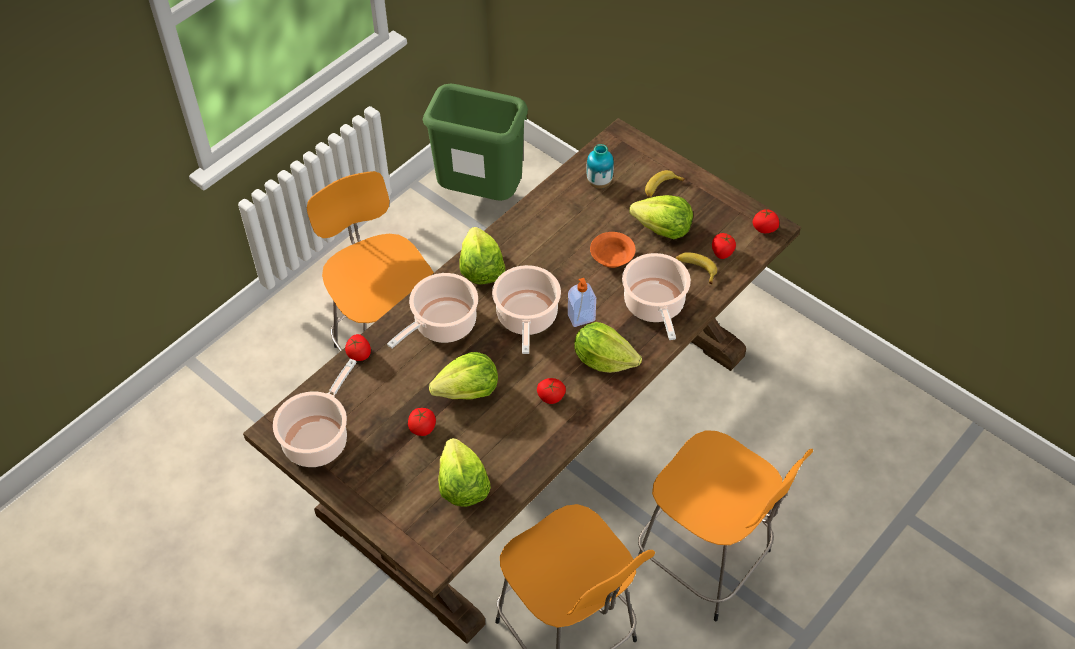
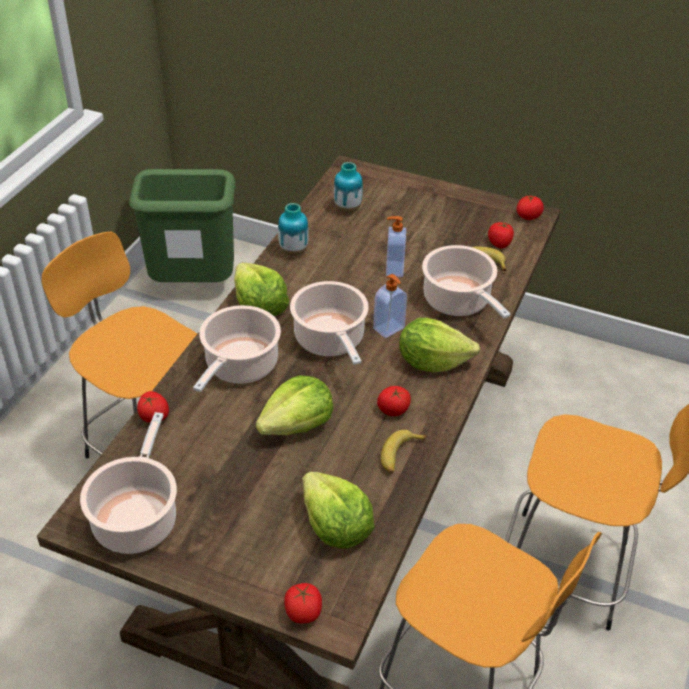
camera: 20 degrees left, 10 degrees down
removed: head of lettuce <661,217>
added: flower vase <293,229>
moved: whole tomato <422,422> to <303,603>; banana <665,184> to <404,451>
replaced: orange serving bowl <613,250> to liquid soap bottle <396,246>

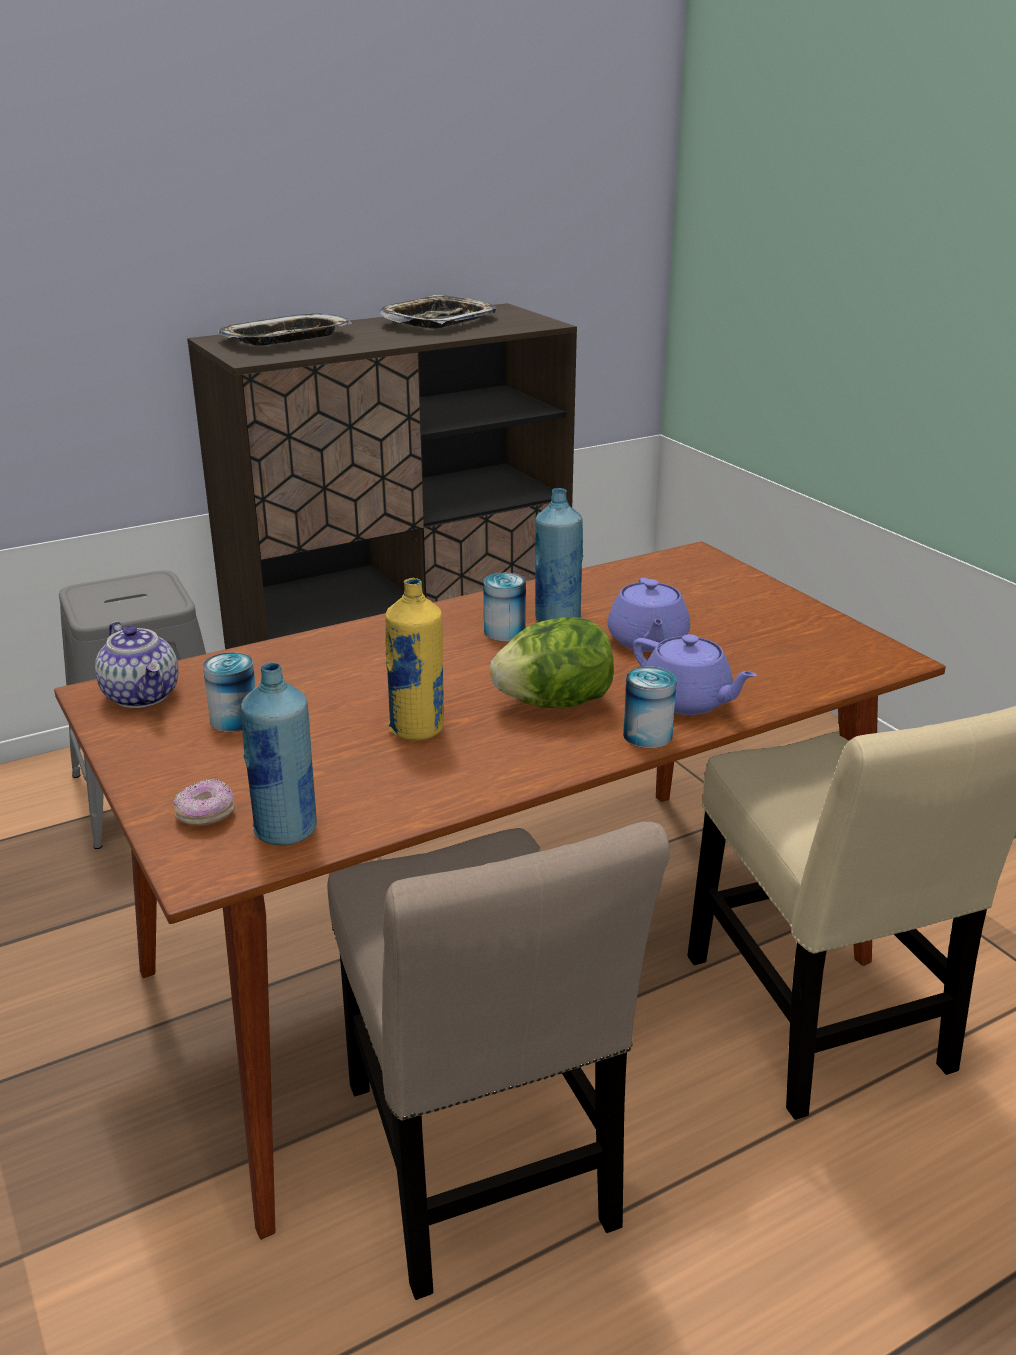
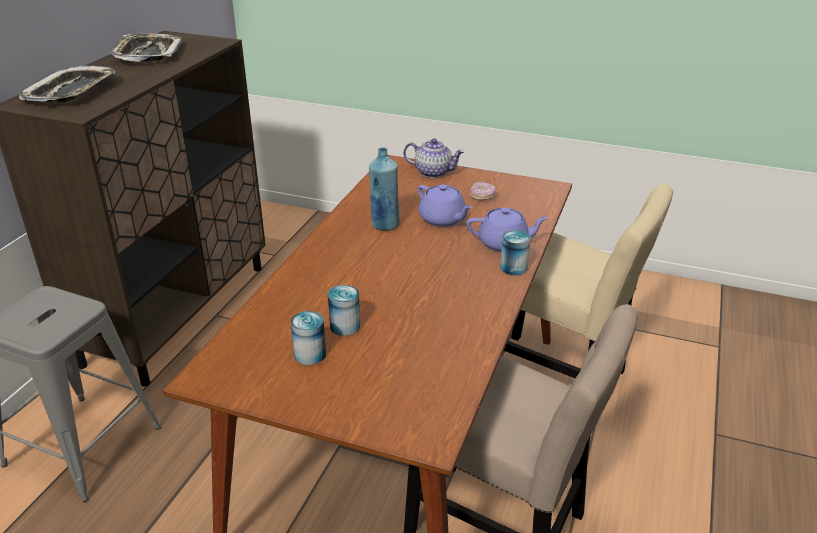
camera: 40 degrees left, 5 degrees up
removed: blue beverage bottle <279,753>; yellow beverage bottle <414,659>; head of lettuce <552,662>
moved: tea pot <136,665> to <434,158>; ring doughnut <204,802> to <483,191>; can <504,607> to <344,310>

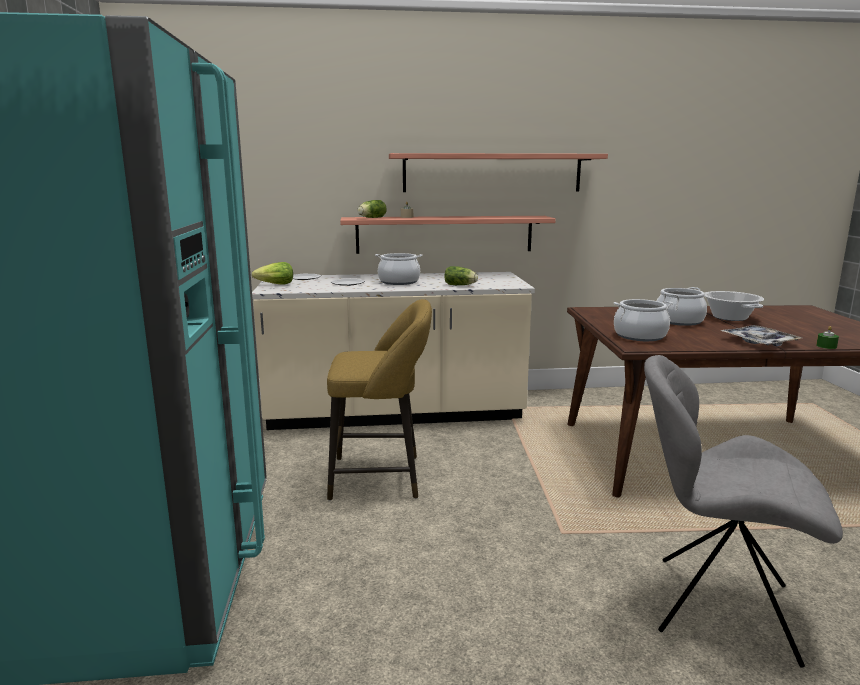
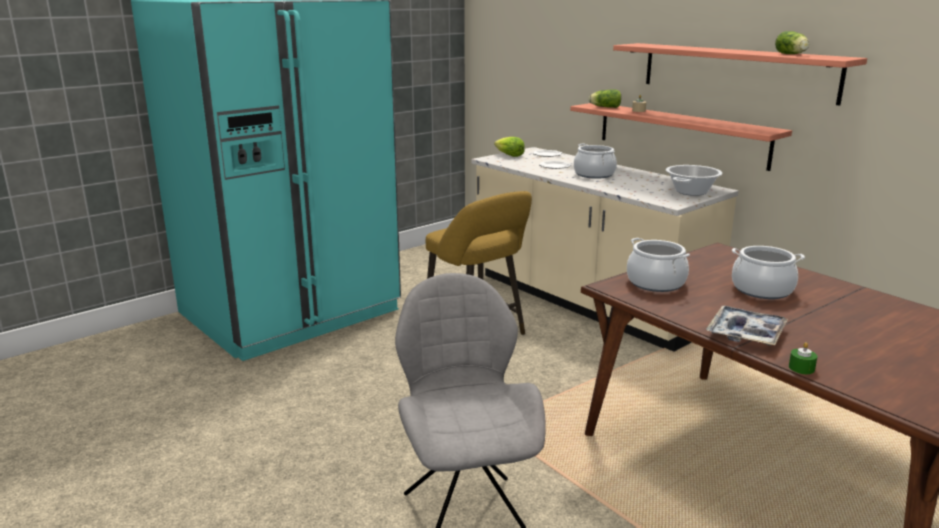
camera: 55 degrees right, 5 degrees up
moved: head of lettuce <461,275> to <792,42>; stockpot <734,306> to <694,180>

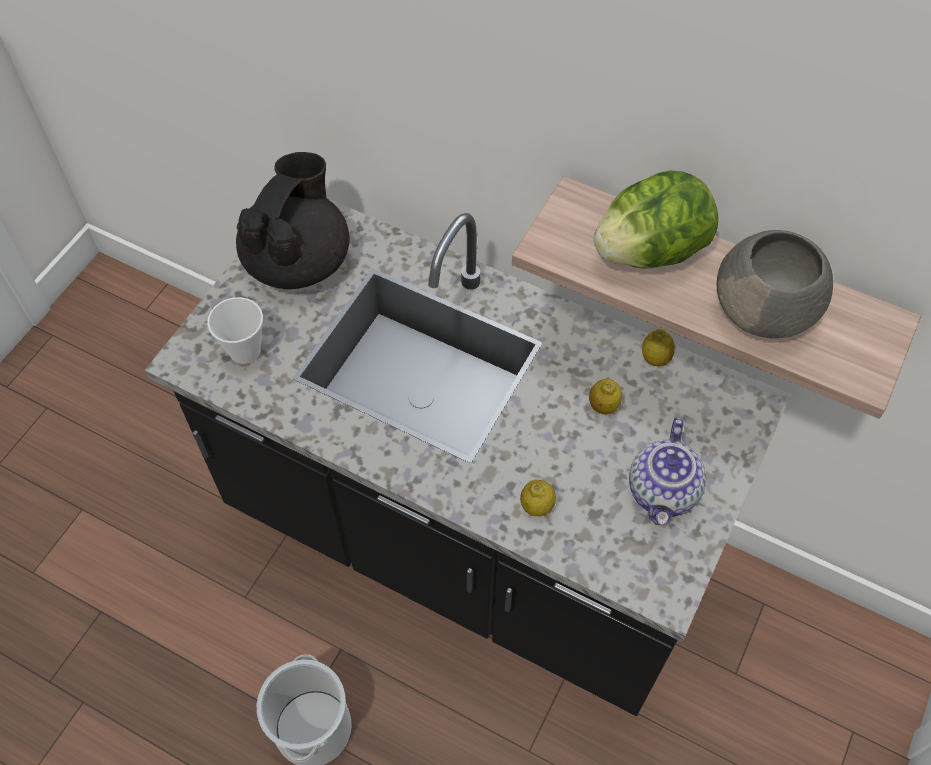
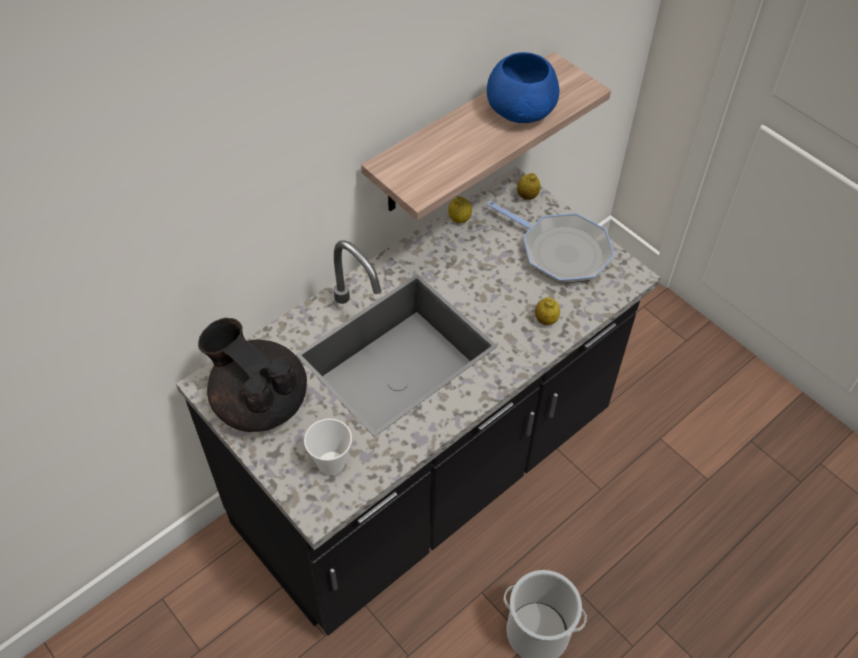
camera: 70 degrees left, 5 degrees down
removed: head of lettuce <656,219>
moved: whole lemon <605,396> to <528,186>
replaced: tea pot <667,471> to pan <550,242>
recoloured: gray serving bowl <775,284> to blue serving bowl <523,87>

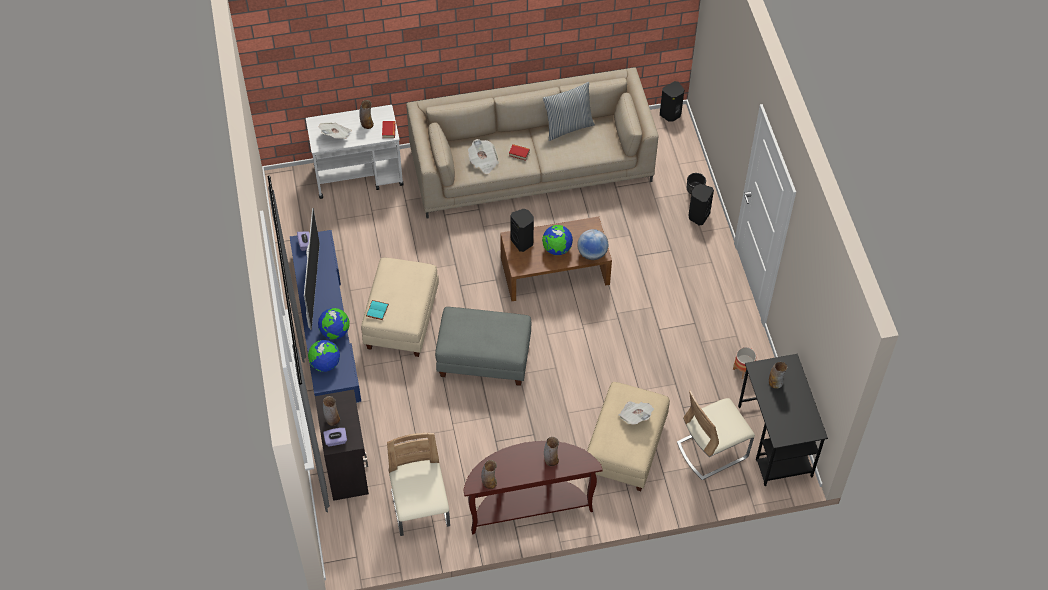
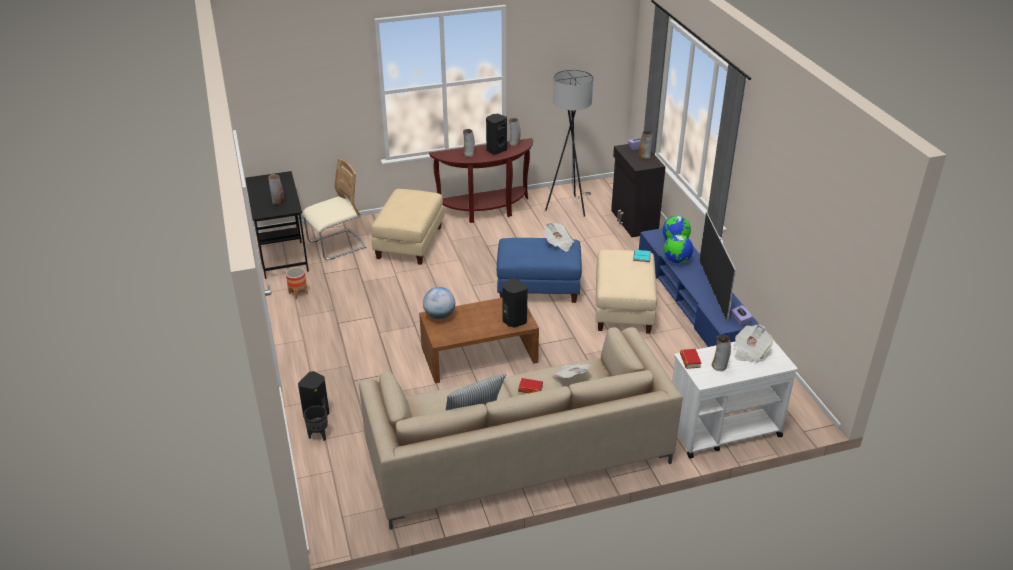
camera: 175 degrees right, 20 degrees down
removed: world globe <557,240>
moved: newspaper <636,413> to <559,237>; blackish audio speaker <672,101> to <496,134>
replaced: beige chair <418,484> to gray floor lamp <569,143>
recoloured: gray pouffe <483,346> to blue pouffe <539,270>

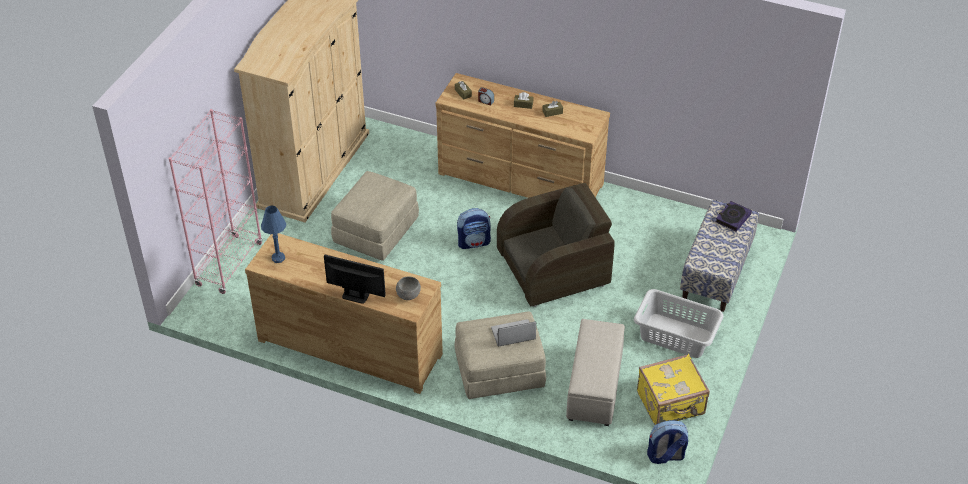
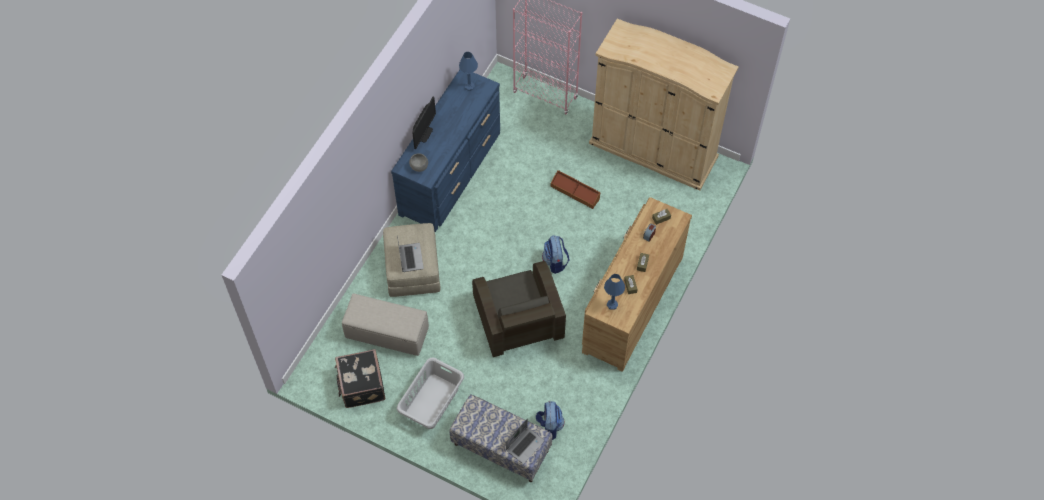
camera: 95 degrees right, 15 degrees up
added: blue tabletop lamp <614,292>
moved: knapsack <667,442> to <550,420>
replaced: beige pouffe <375,216> to brown-coloured storage box <575,189>; book <733,216> to portable computer <525,441>
recoloured: brown-coloured chest of drawers <344,313> to blue chest of drawers <445,151>; yellow piece of luggage <673,389> to blackish piece of luggage <360,378>

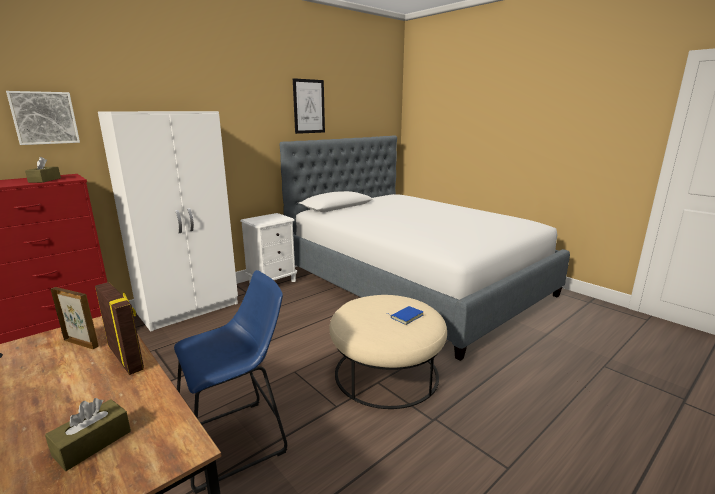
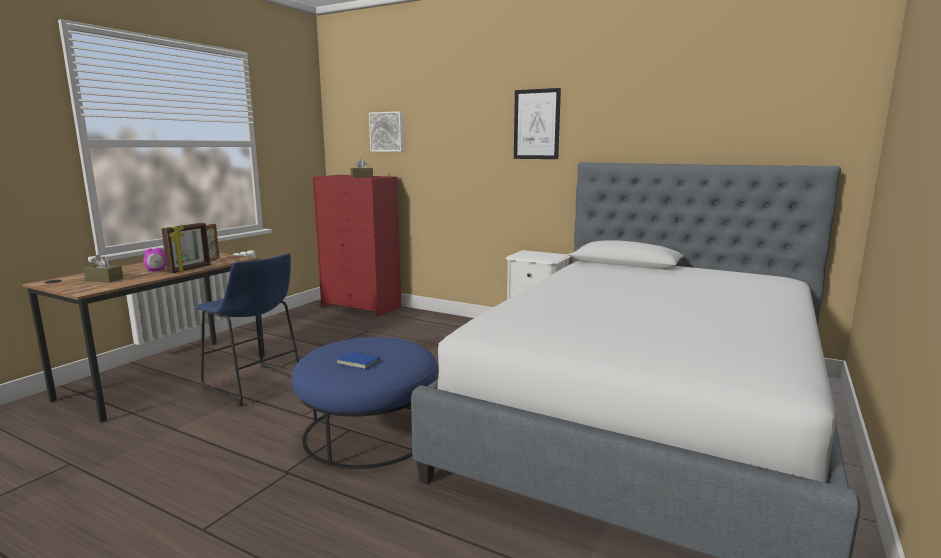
camera: 70 degrees right, 5 degrees down
removed: white clothes cupboard <168,221>
added: bedside clock <154,260>
moved: wall picture <309,106> to <537,123>
recoloured: beige pouffe <388,352> to blue pouffe <364,403>

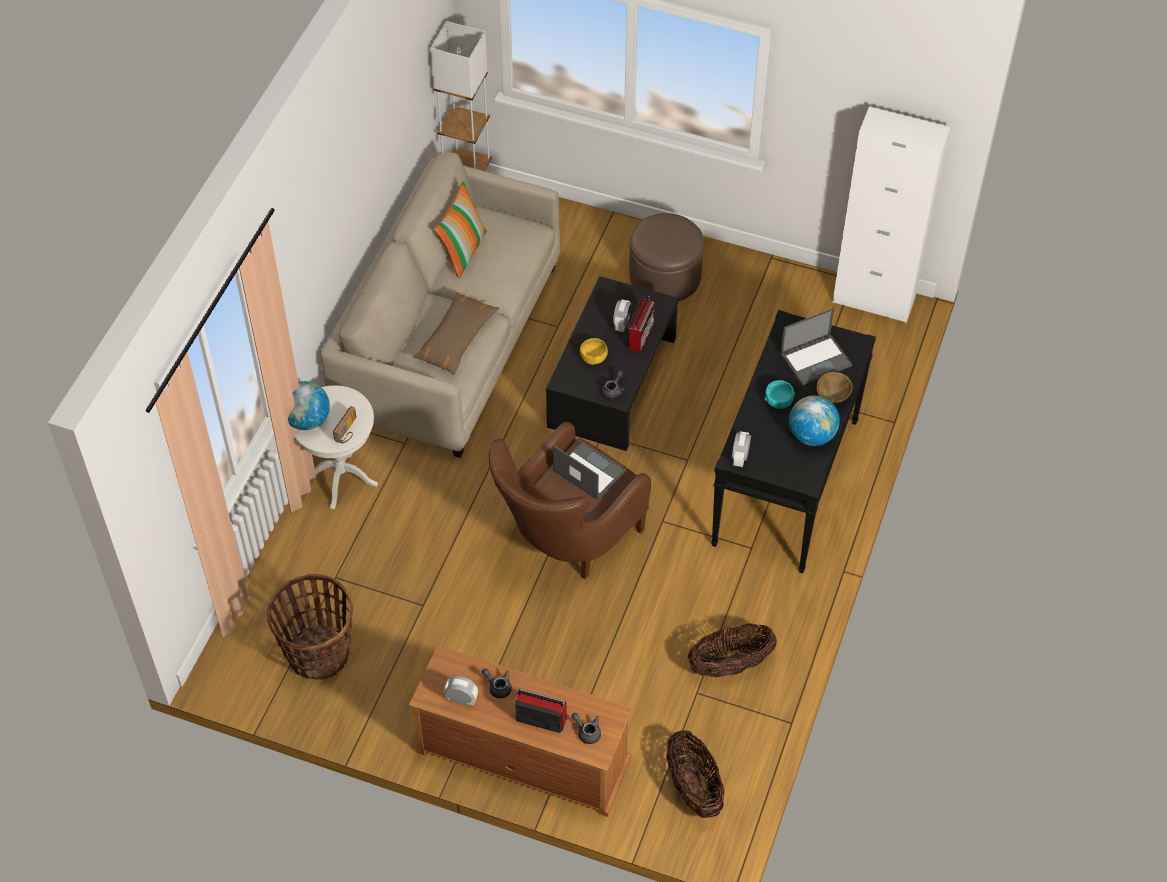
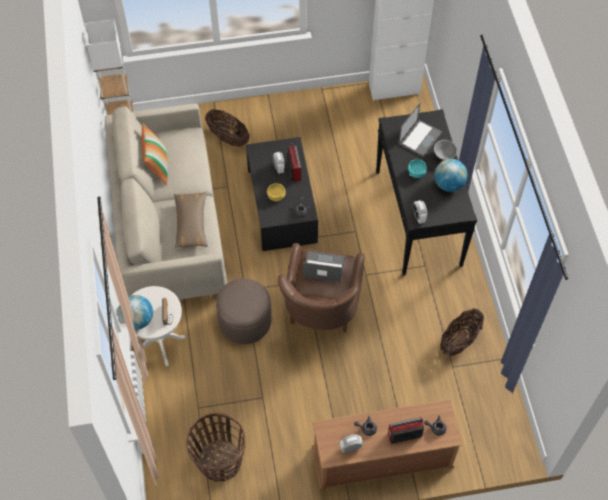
camera: 30 degrees left, 5 degrees up
moved: brown-coloured pouffe <666,257> to <244,311>; household basket <695,774> to <227,128>
recoloured: brown-coloured serving bowl <834,387> to gray serving bowl <445,150>

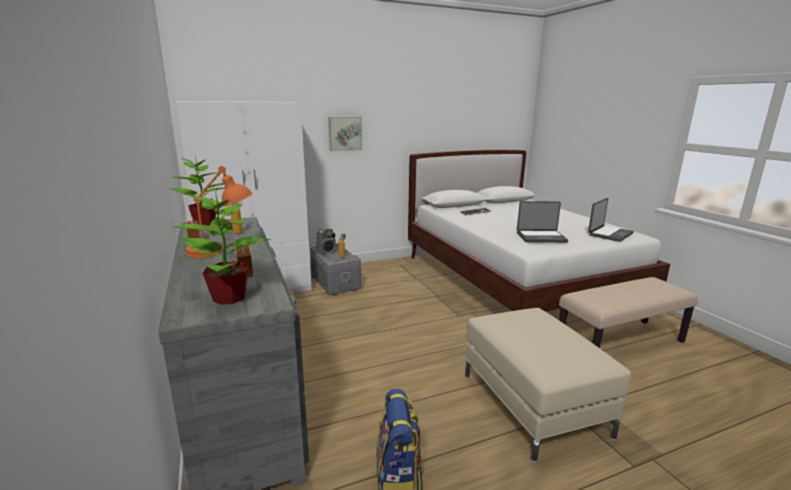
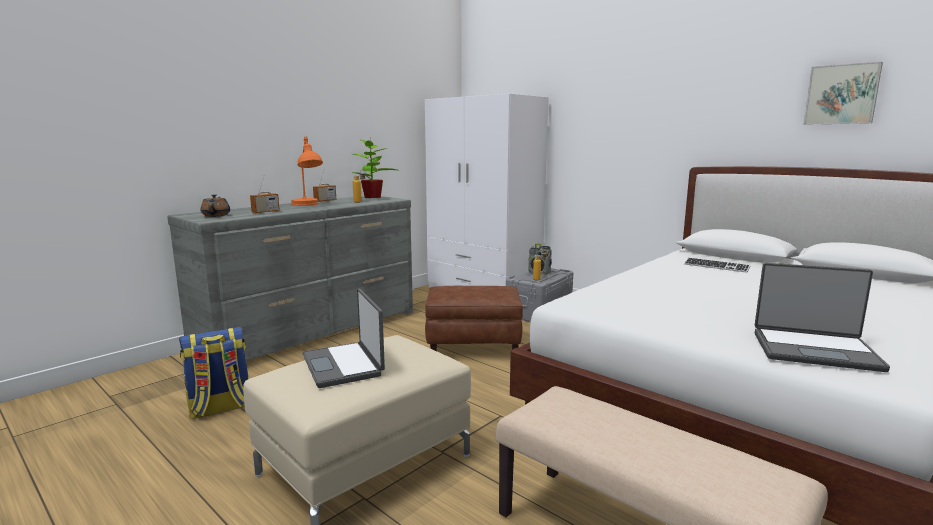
camera: 65 degrees right, 5 degrees down
added: brown-coloured pouffe <474,318>
moved: wall picture <345,134> to <843,93>; portable computer <542,221> to <343,338>
replaced: plant in a pot <222,250> to brown-coloured tea pot <215,205>

